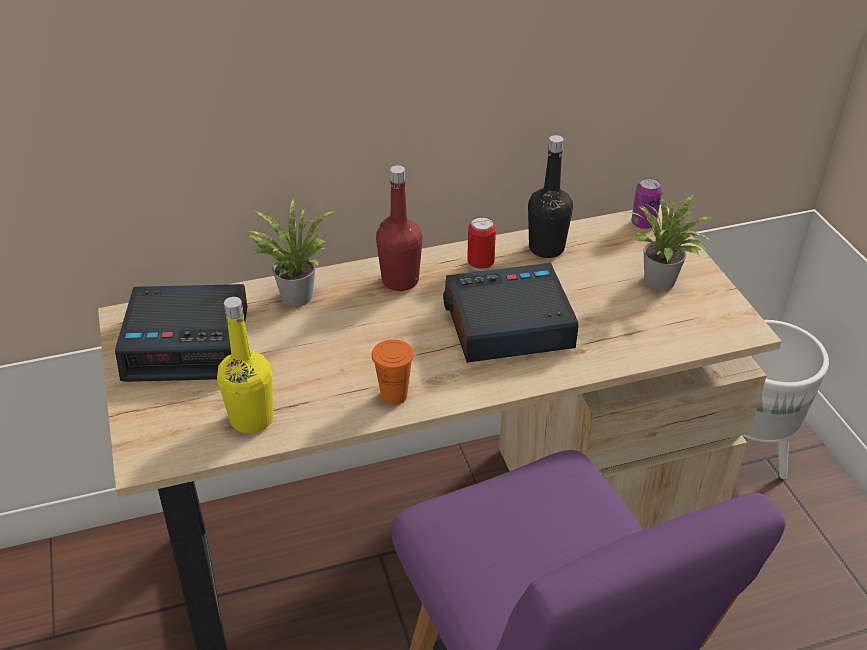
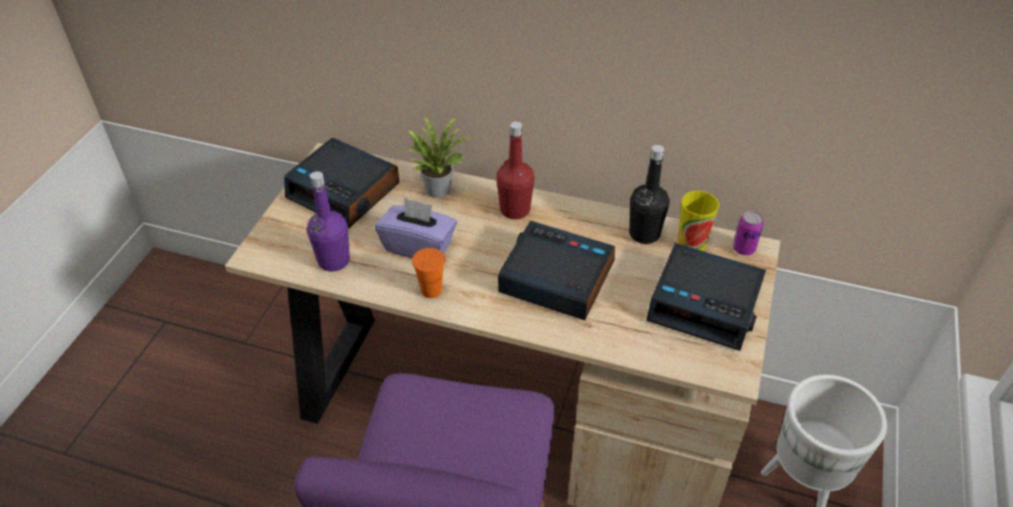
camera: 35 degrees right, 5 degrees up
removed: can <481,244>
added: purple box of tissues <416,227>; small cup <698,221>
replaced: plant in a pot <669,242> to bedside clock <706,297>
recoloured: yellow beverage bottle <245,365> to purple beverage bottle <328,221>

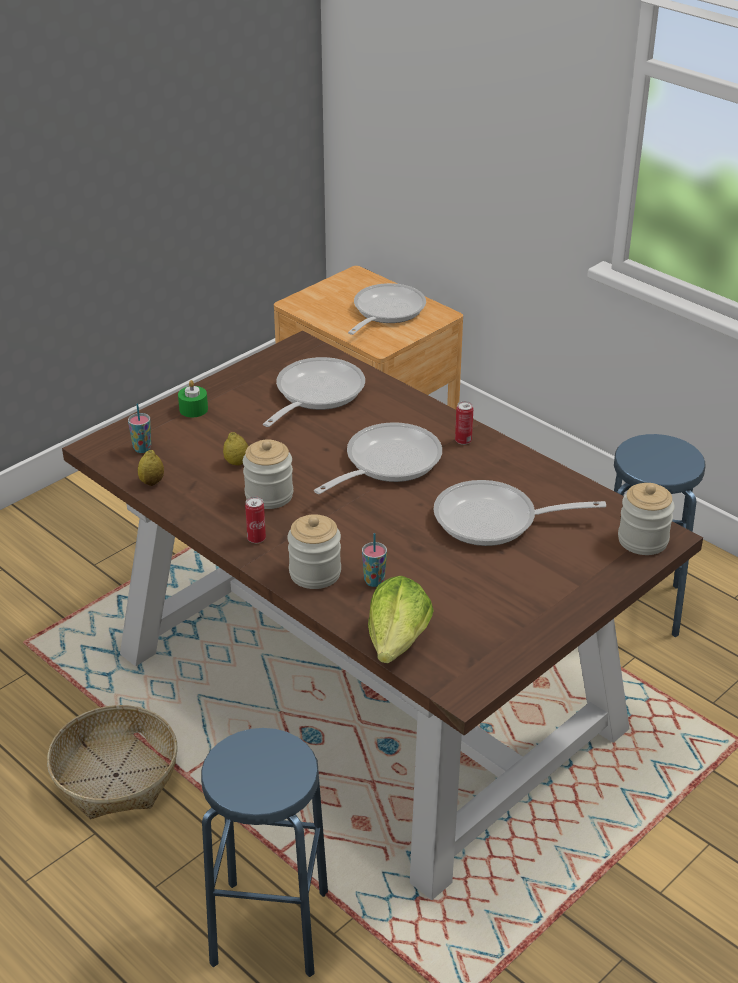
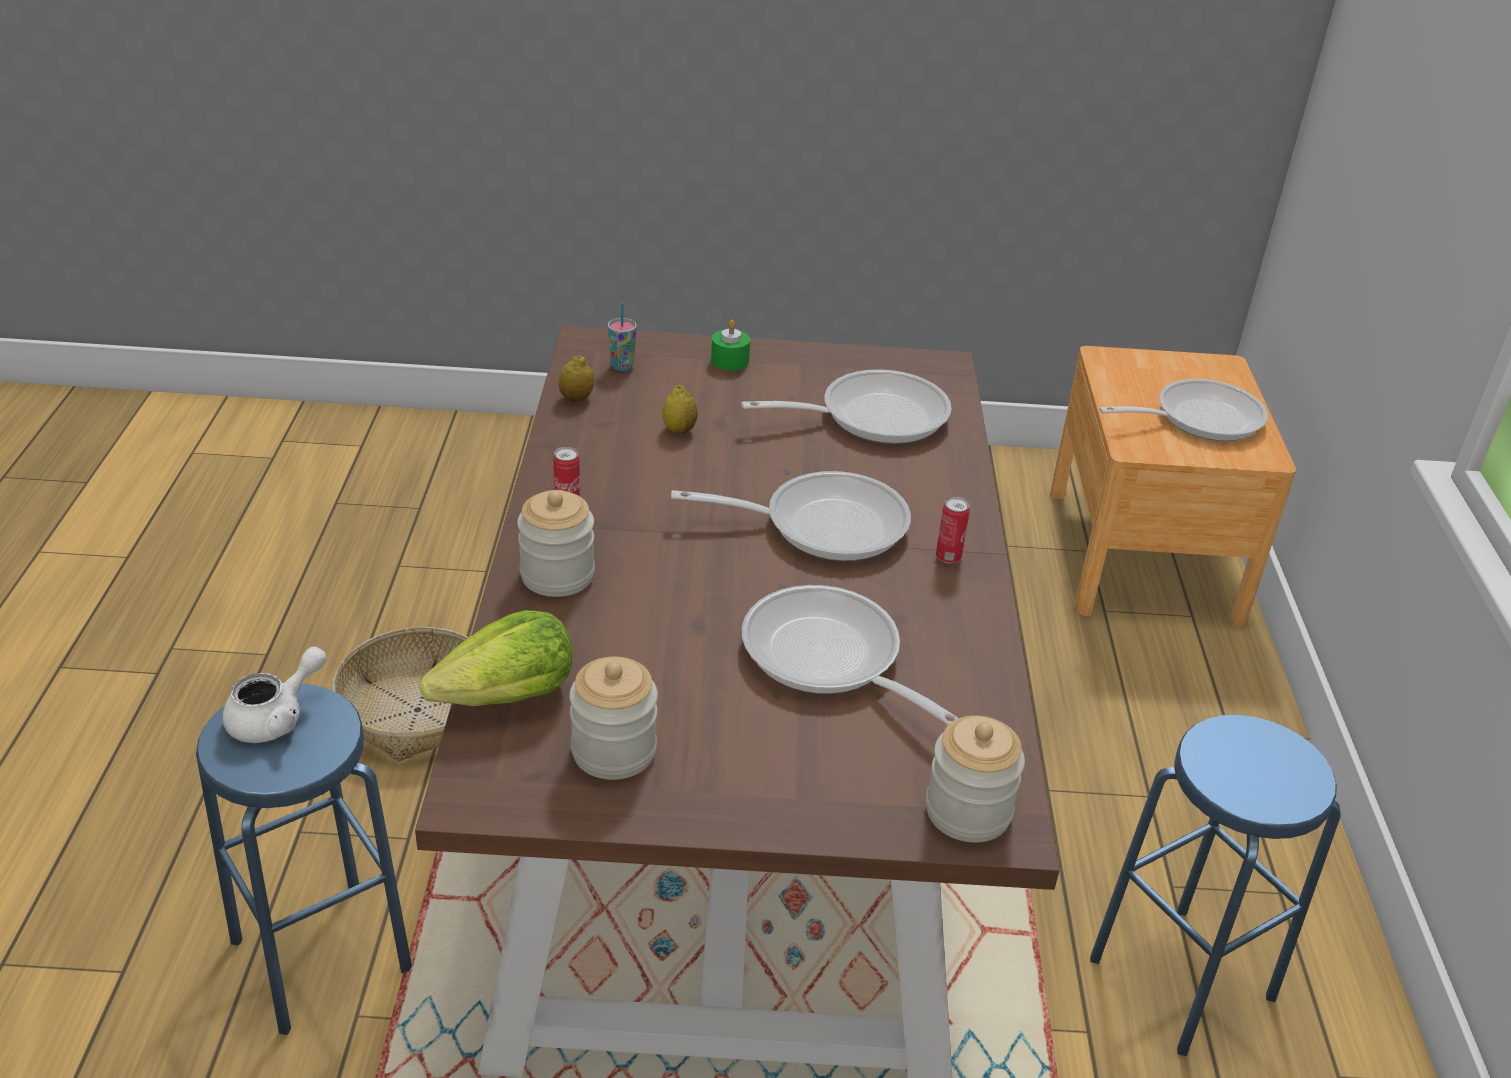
camera: 45 degrees right, 0 degrees up
removed: small cup <374,560>
added: white tea pot <274,694>
moved: storage jar <268,474> to <613,718>

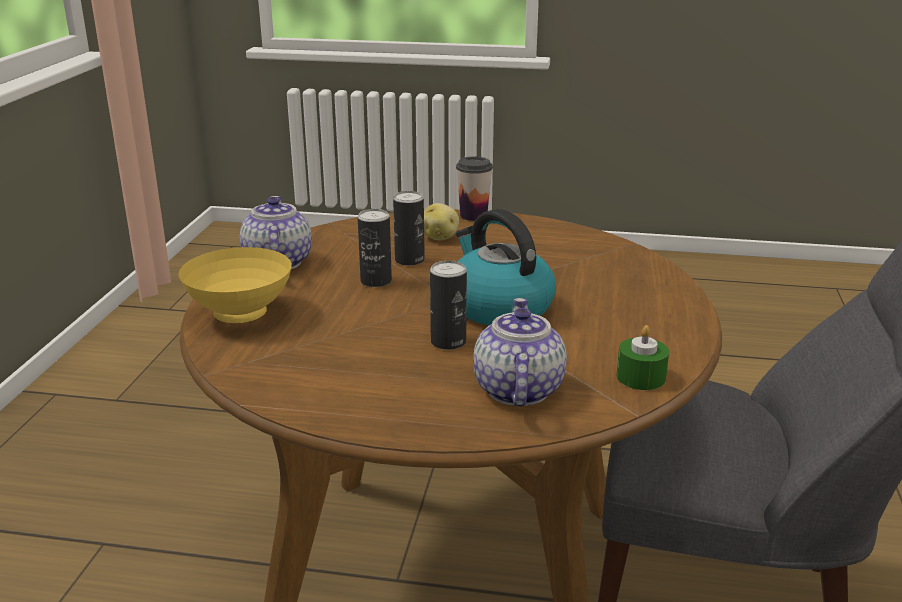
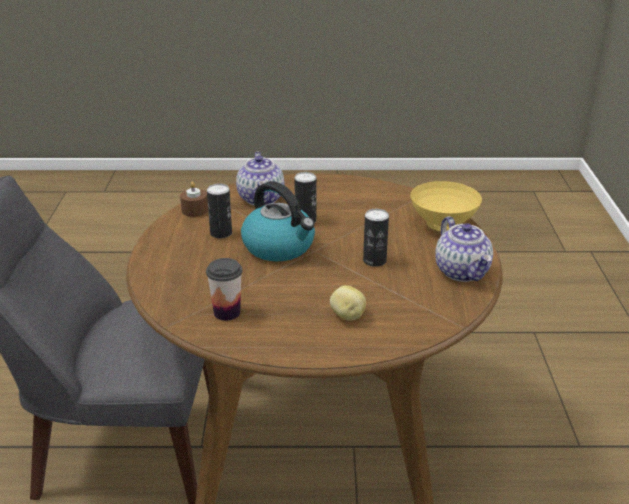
camera: 170 degrees right, 5 degrees up
moved: can <409,228> to <219,211>; small cup <474,188> to <224,289>
recoloured: green wax candle <643,357> to brown-coloured wax candle <194,199>

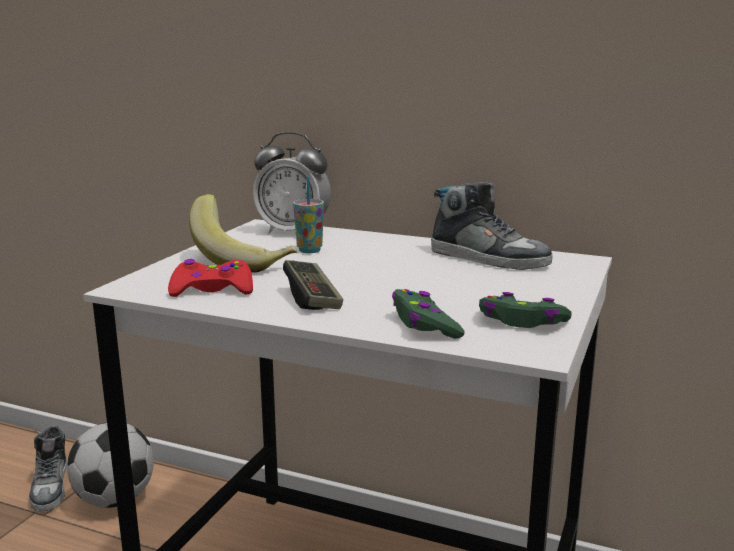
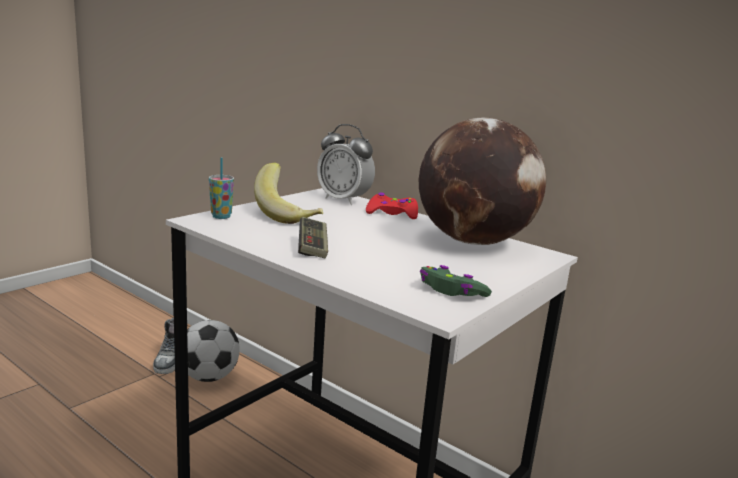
camera: 15 degrees right, 0 degrees up
removed: green gamepad <428,314>
moved: red gamepad <210,278> to <392,205>; small cup <308,215> to <221,188>
replaced: low shoe <492,226> to world globe <482,181>

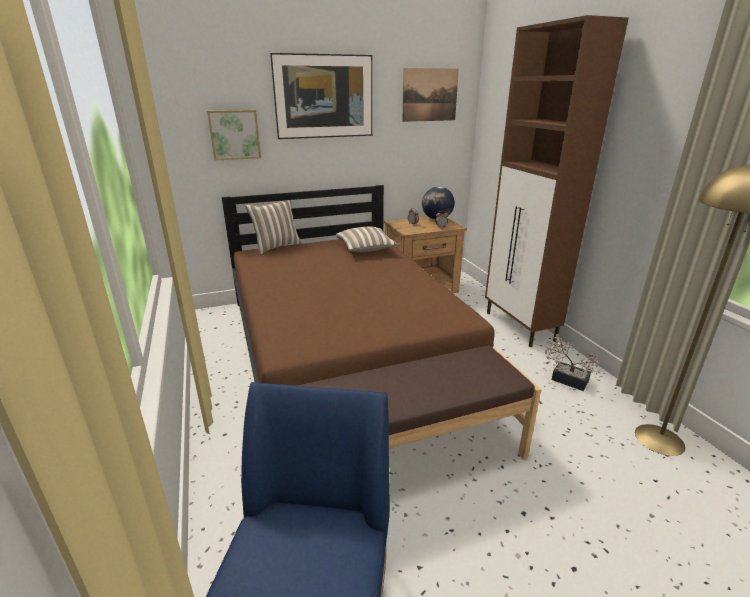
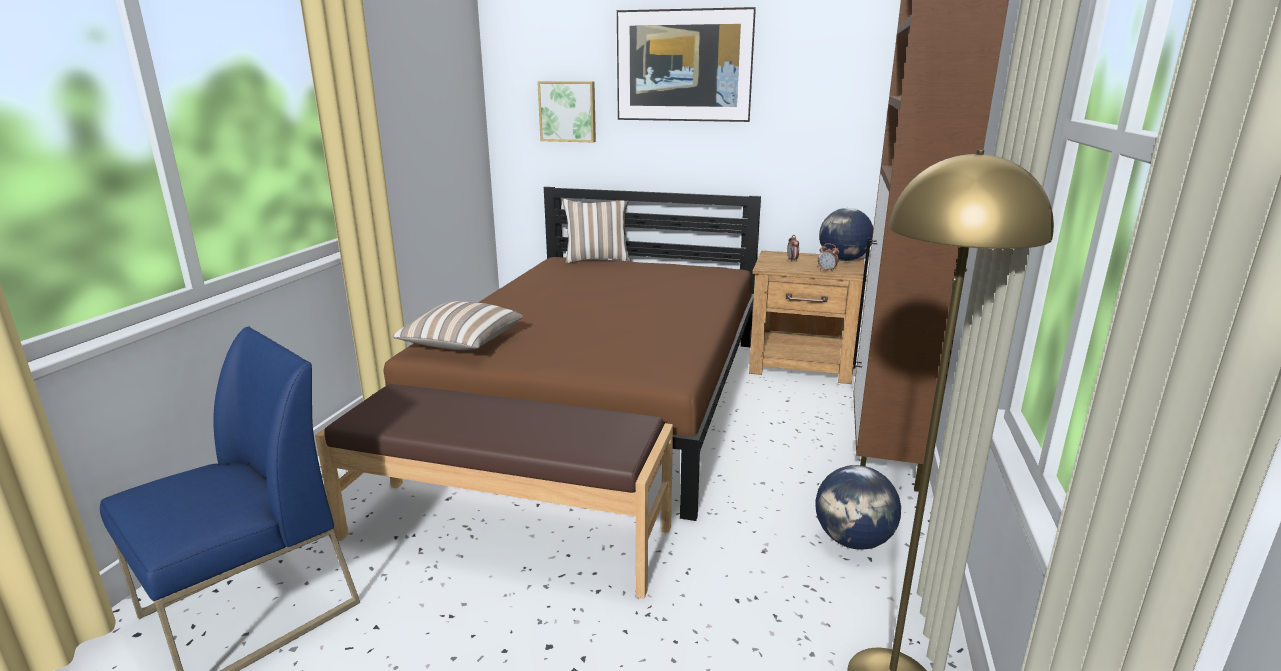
camera: 35 degrees right, 5 degrees down
removed: wall picture <430,95>
moved: pillow <367,239> to <457,325>
replaced: plant in a pot <573,362> to world globe <858,507>

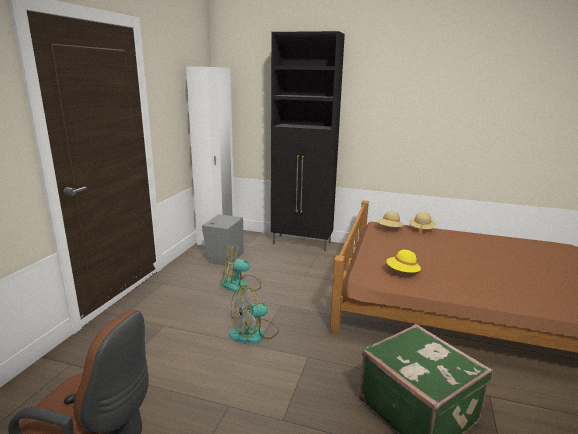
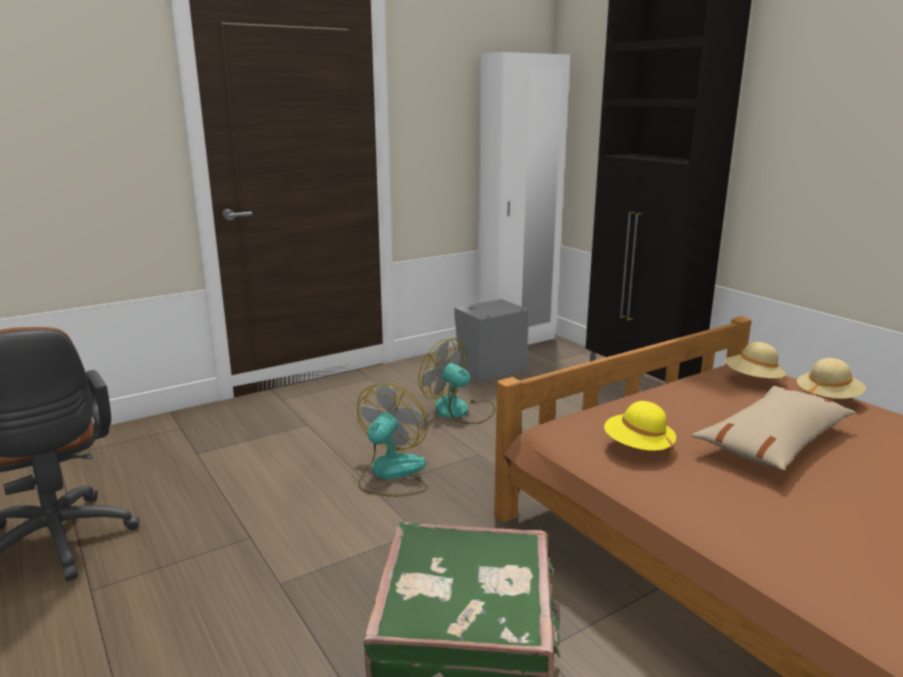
camera: 40 degrees right, 0 degrees up
added: beige pillow <773,428>
turned: electric fan <254,314> = <392,440> 105 degrees clockwise

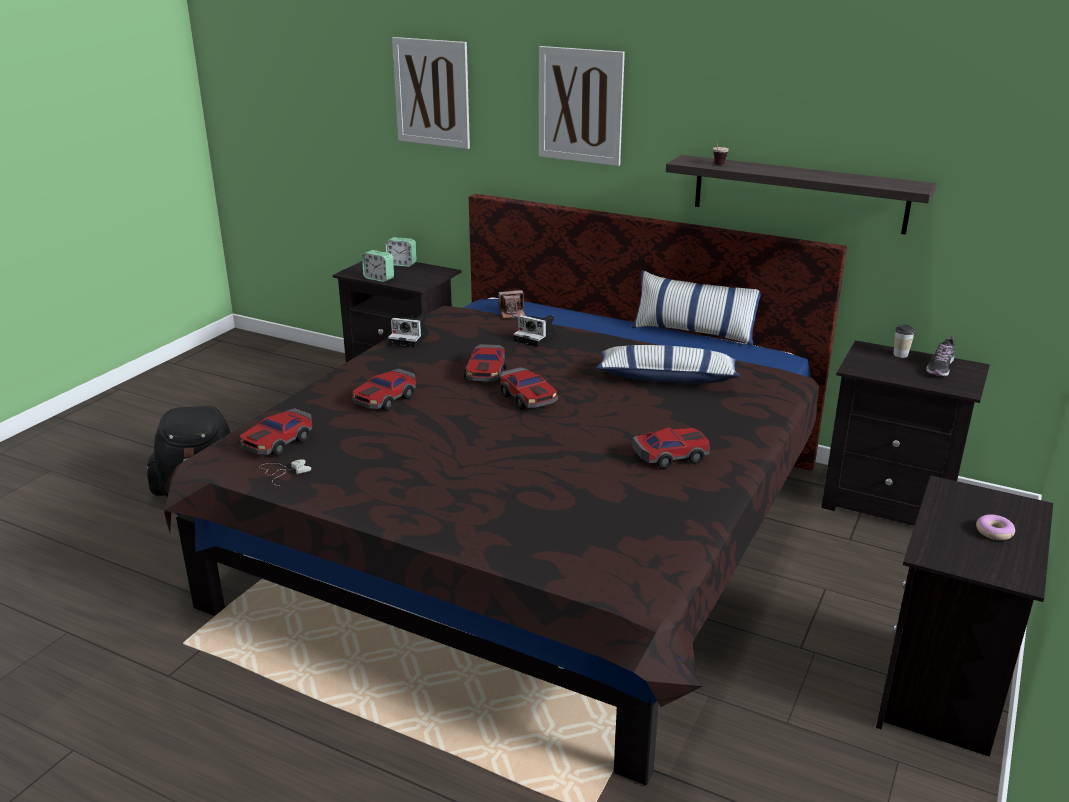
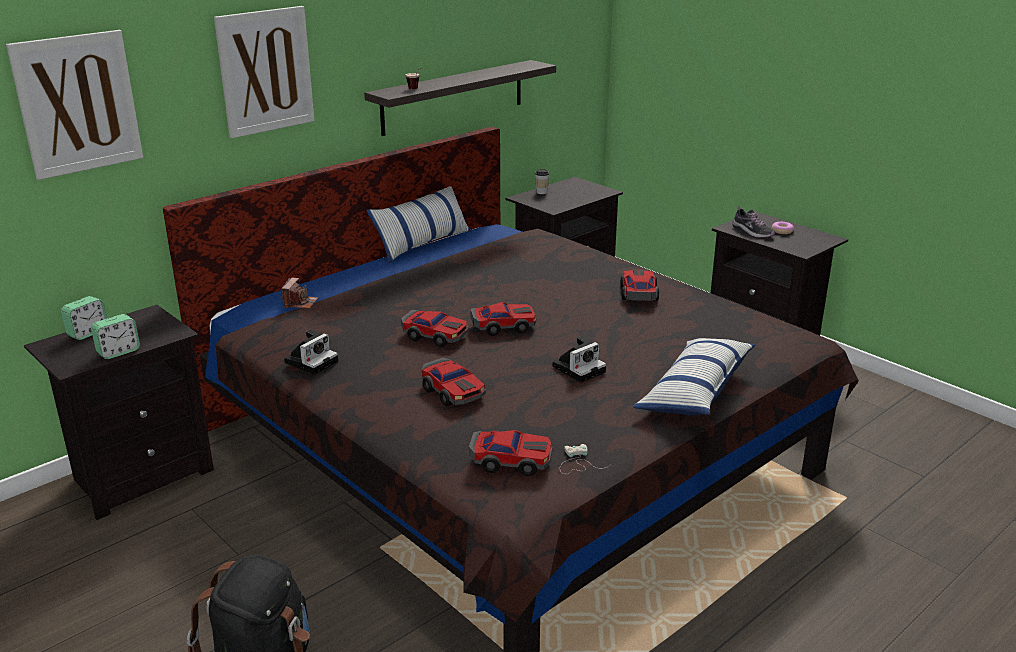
camera: 70 degrees left, 0 degrees up
moved: still camera <535,331> to <579,359>; pillow <668,364> to <694,377>; low shoe <940,355> to <753,222>
turned: model car <276,432> = <510,453> 45 degrees counterclockwise

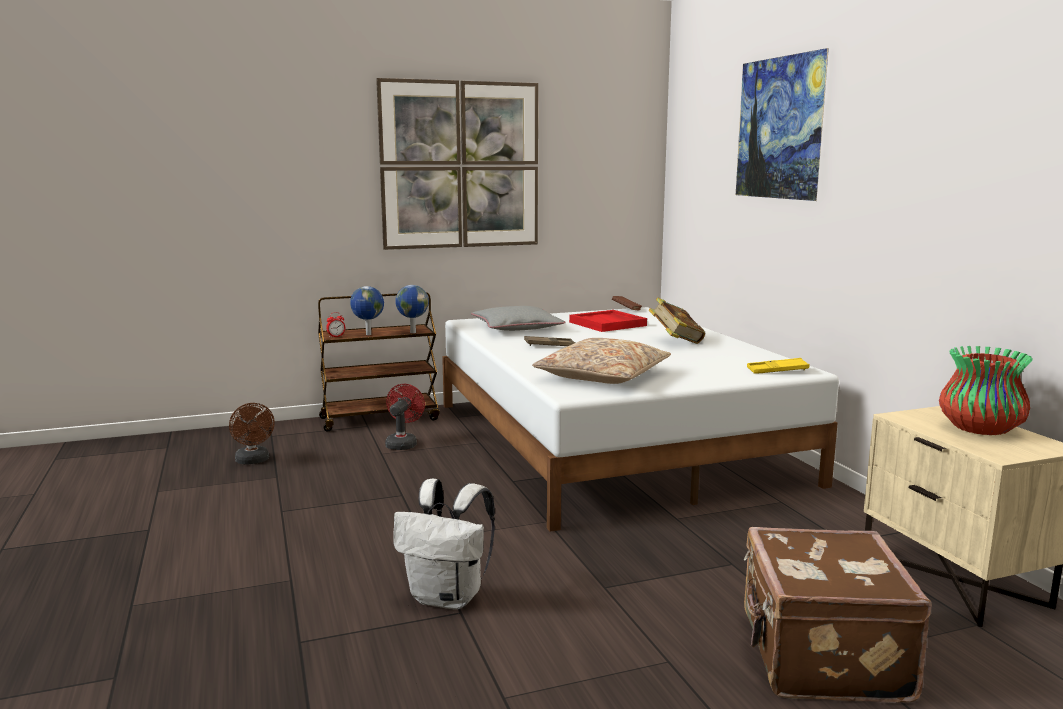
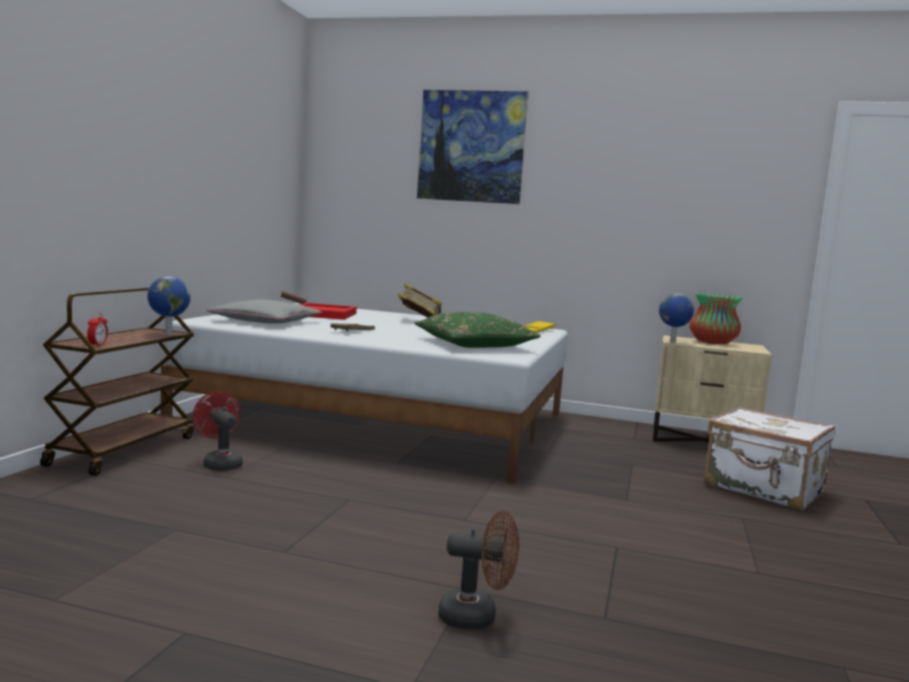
camera: 55 degrees left, 5 degrees down
removed: wall picture <457,164>; white knapsack <444,544>
moved: brown-coloured electric fan <252,434> to <478,570>; world globe <367,310> to <676,318>
recoloured: beige pillow <601,361> to green pillow <477,330>; brown-coloured piece of luggage <838,615> to white piece of luggage <769,459>

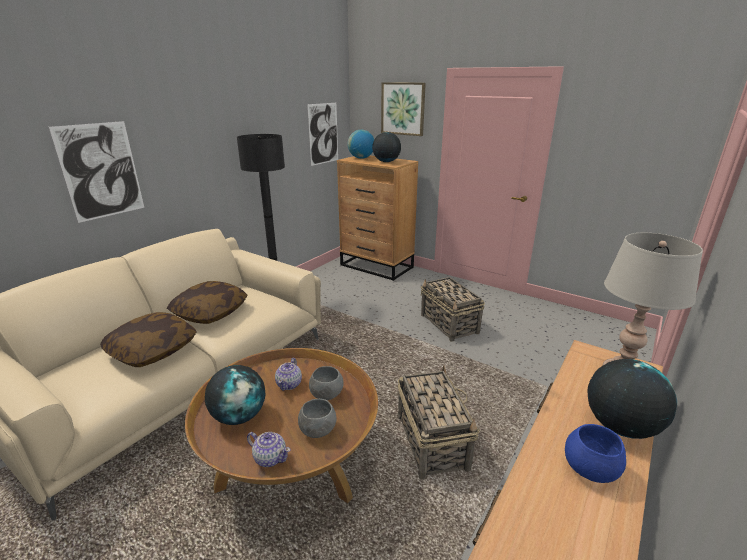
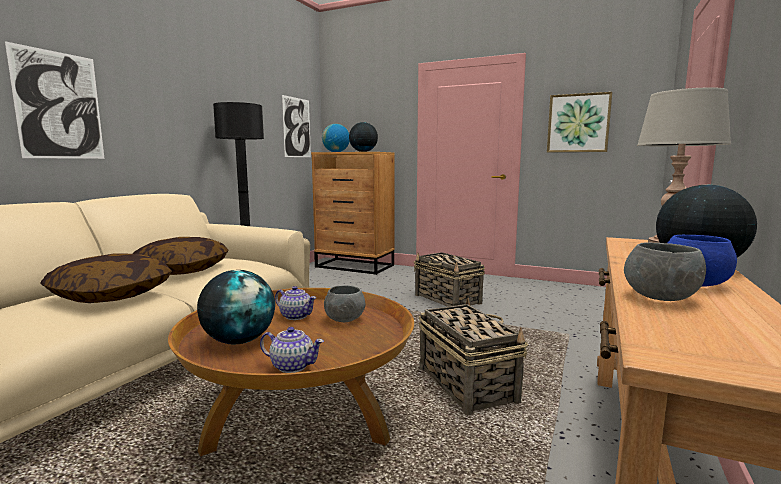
camera: 10 degrees left, 15 degrees down
moved: gray serving bowl <317,418> to <665,271>; wall picture <403,109> to <579,122>
turned: tea pot <288,374> = <295,303> 60 degrees counterclockwise

